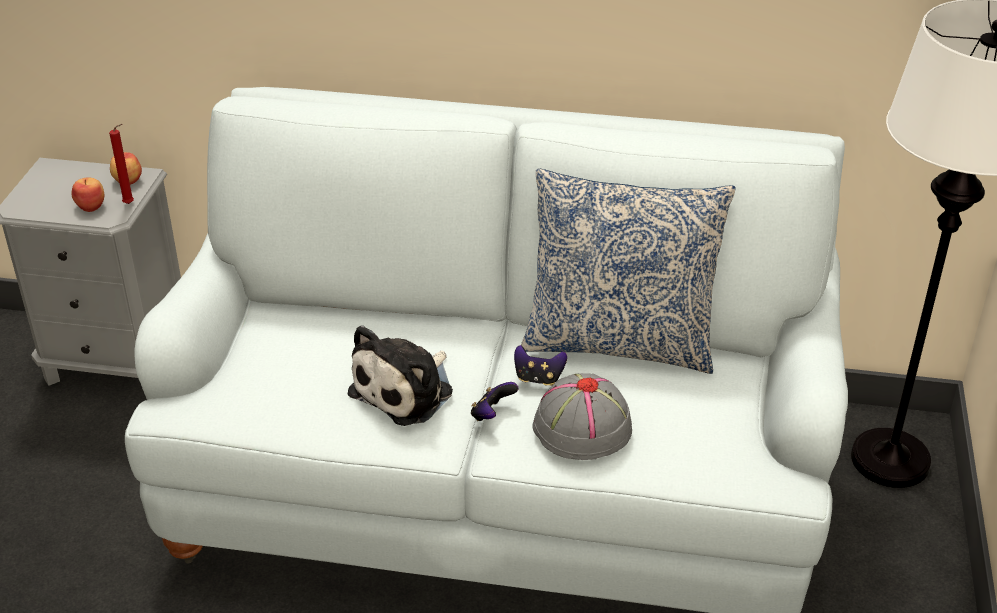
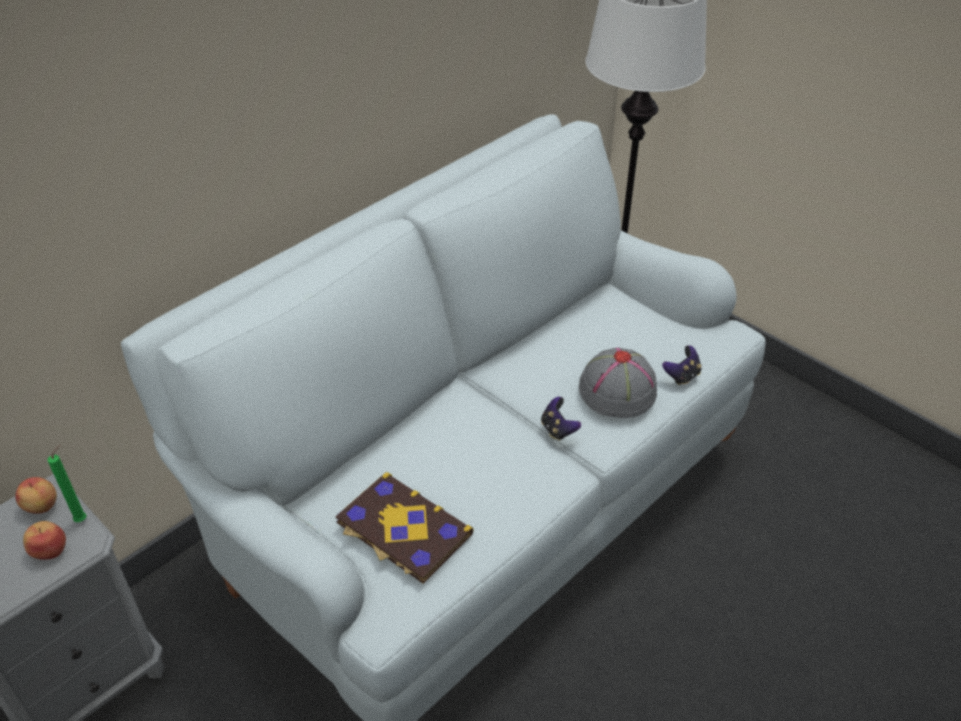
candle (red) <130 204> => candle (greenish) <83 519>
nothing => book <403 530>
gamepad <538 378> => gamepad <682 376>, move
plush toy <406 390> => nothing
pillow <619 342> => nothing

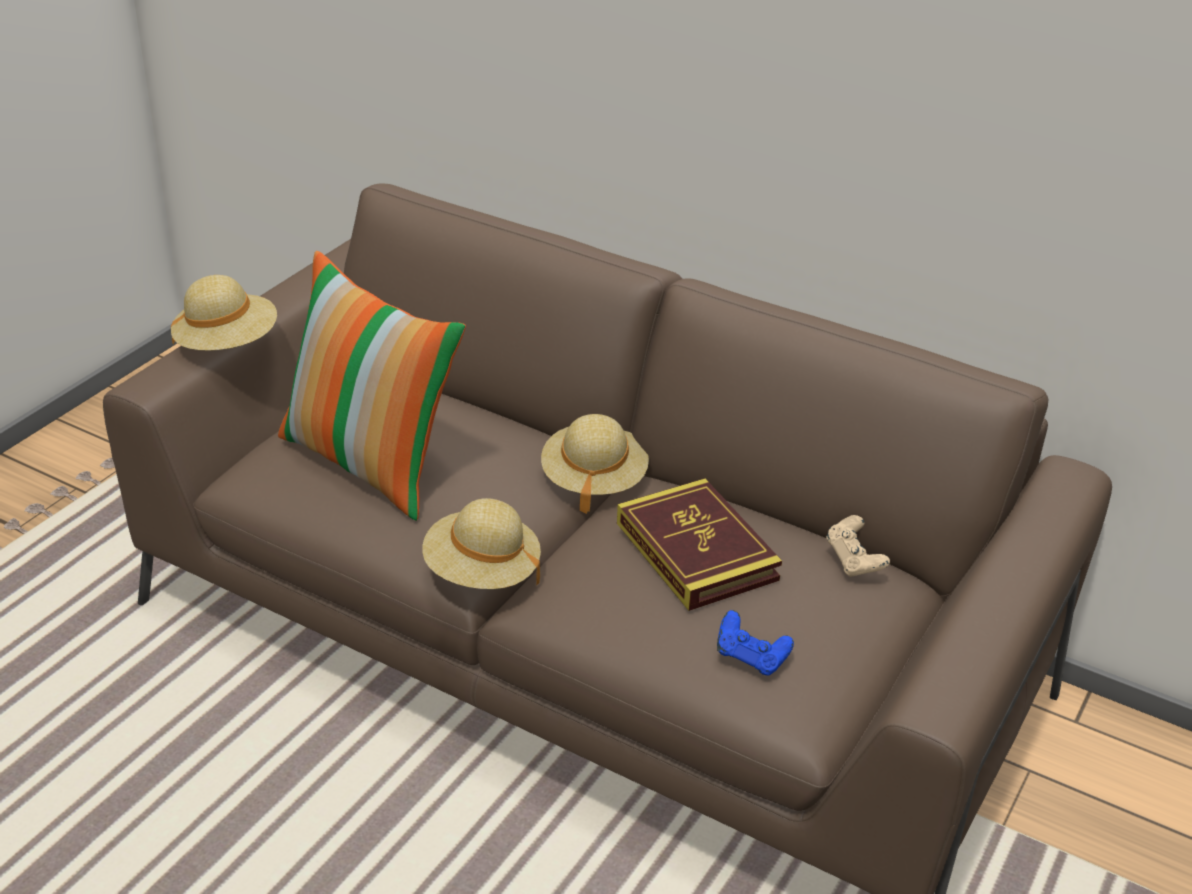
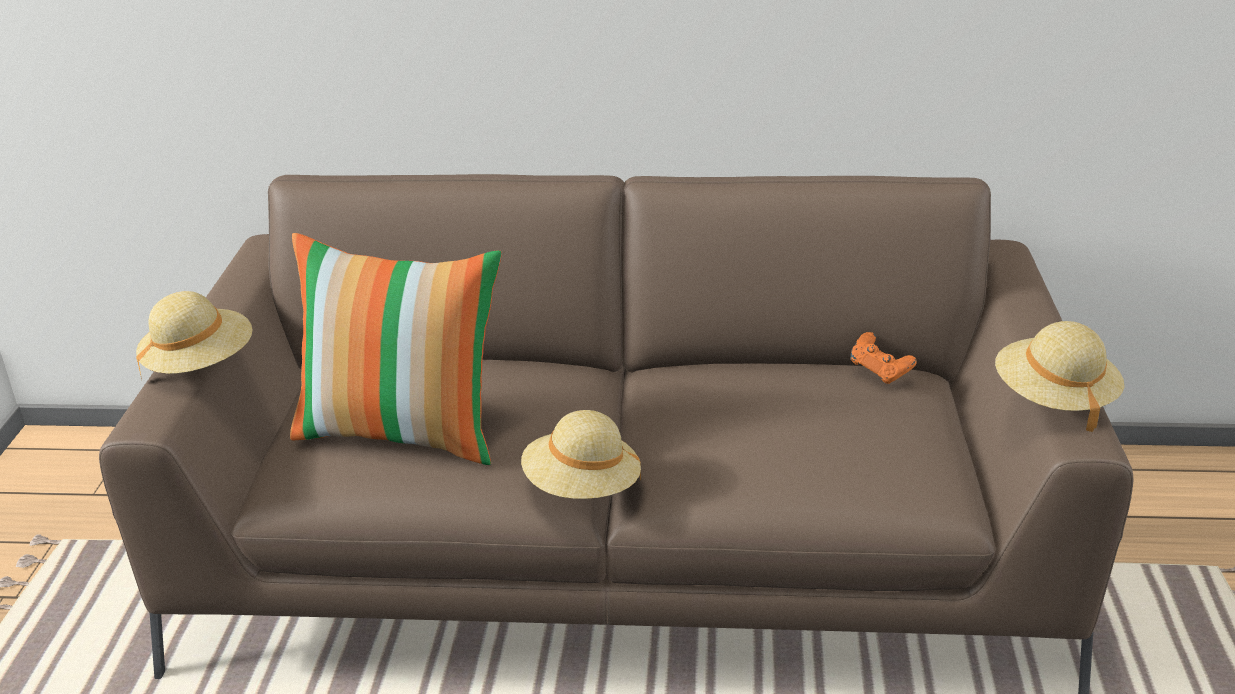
gamepad (sand-coloured) <854 561> => gamepad (orangey) <879 372>
wearable hat (sand-coloured) <593 480> => wearable hat (sand-coloured) <1053 399>, move
book <696 551> => nothing
gamepad (blue-coloured) <750 658> => nothing

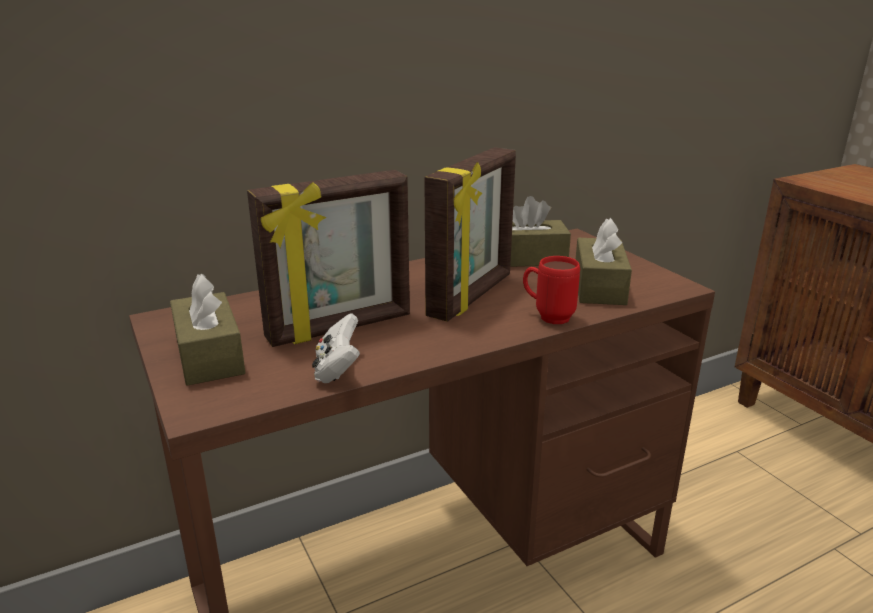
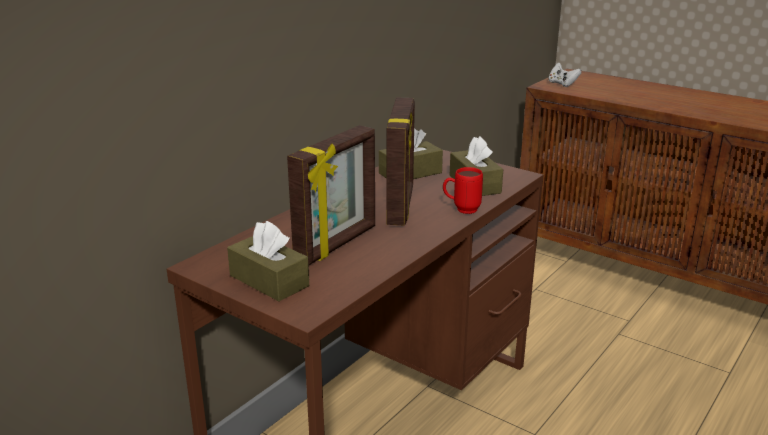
gamepad (white) <337 369> => gamepad (white) <562 84>, move

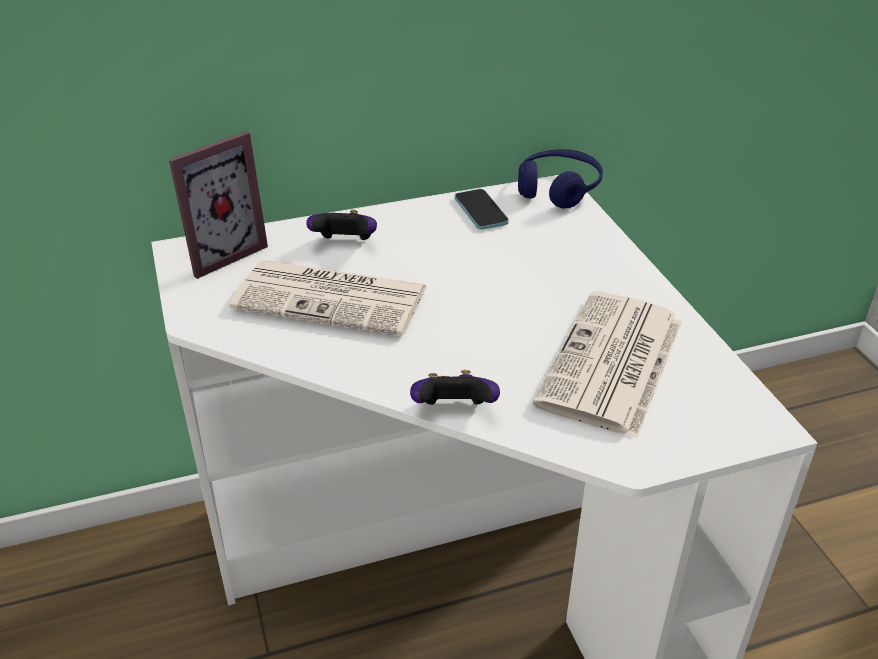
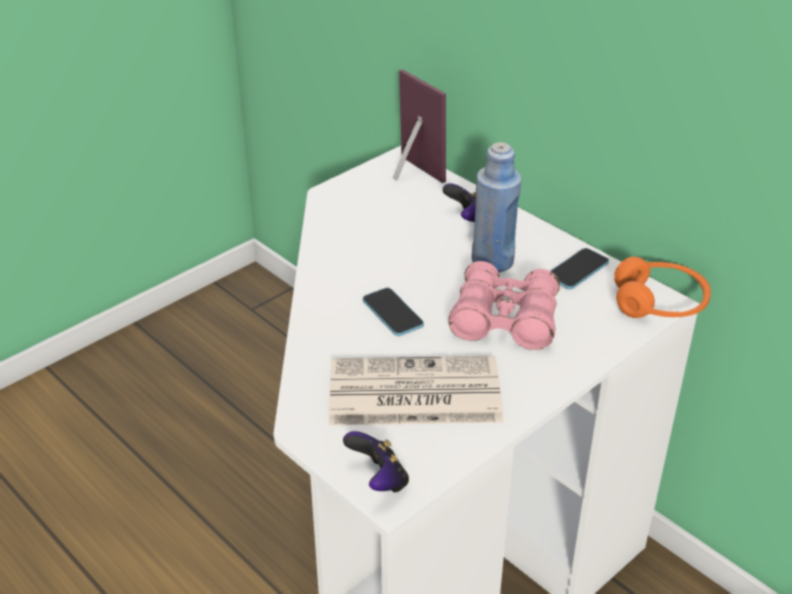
gamepad <454 411> => gamepad <378 480>, move
nothing => phone <392 313>
standing frame <219 253> => standing frame <410 174>, 150 degrees counterclockwise
nothing => field glasses (pinkish) <505 320>
nothing => drink bottle (blue-coloured) <492 261>
headphones (blue-coloured) <558 189> => headphones (orangey) <659 303>
printed paper <334 298> => nothing

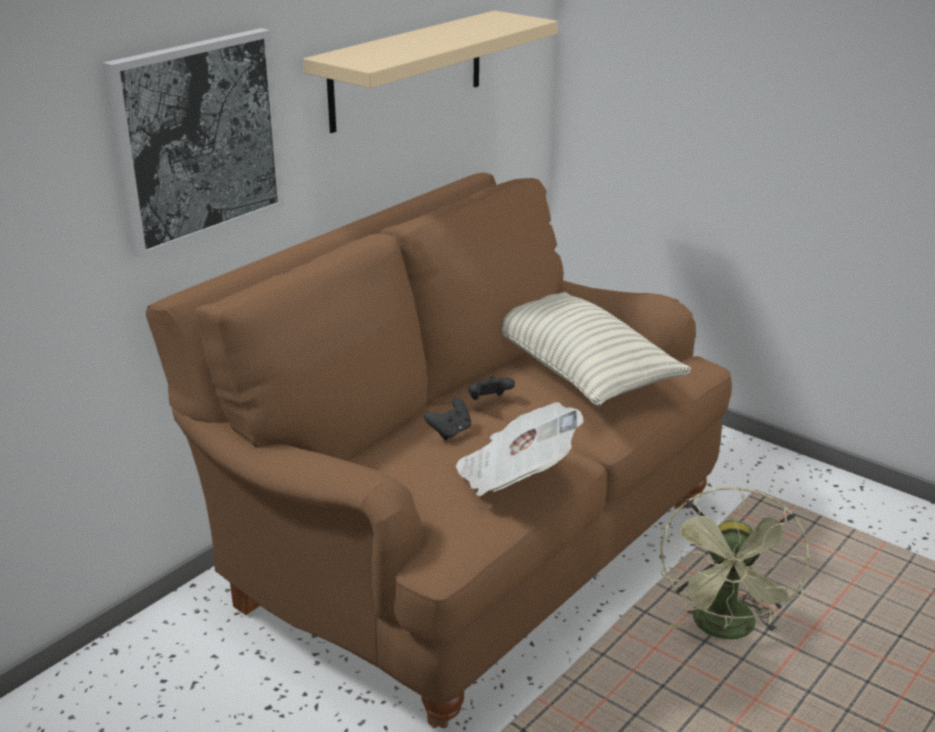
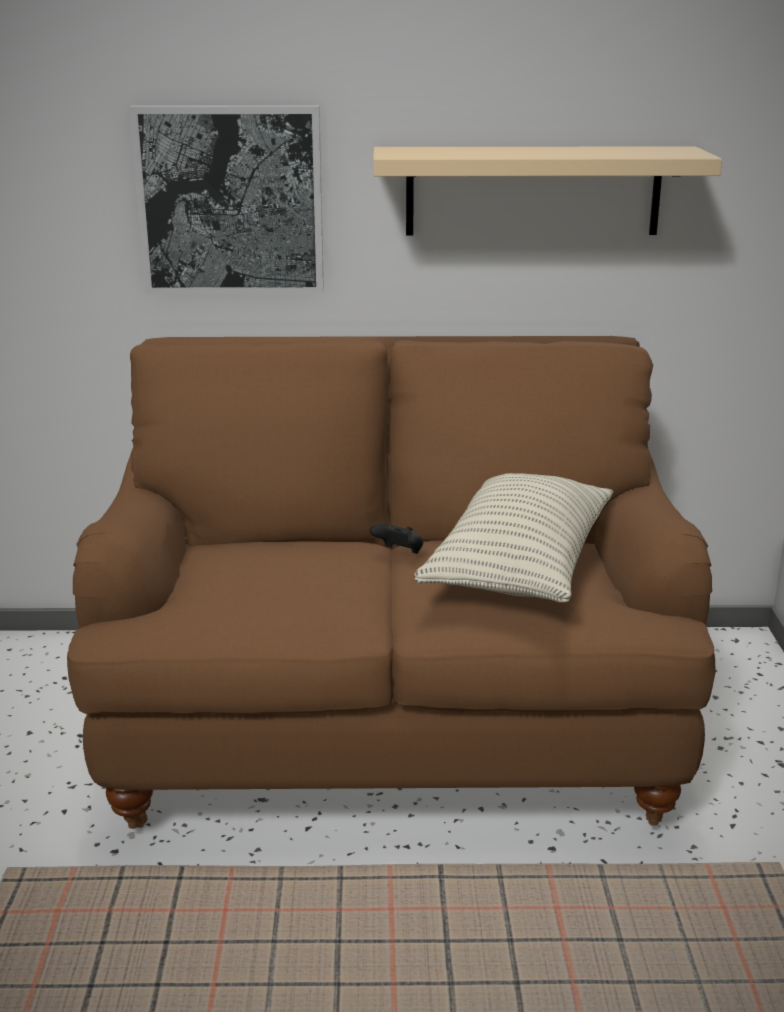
gamepad (black-coloured) <450 432> => nothing
printed paper <516 475> => nothing
fan (greenish) <726 630> => nothing

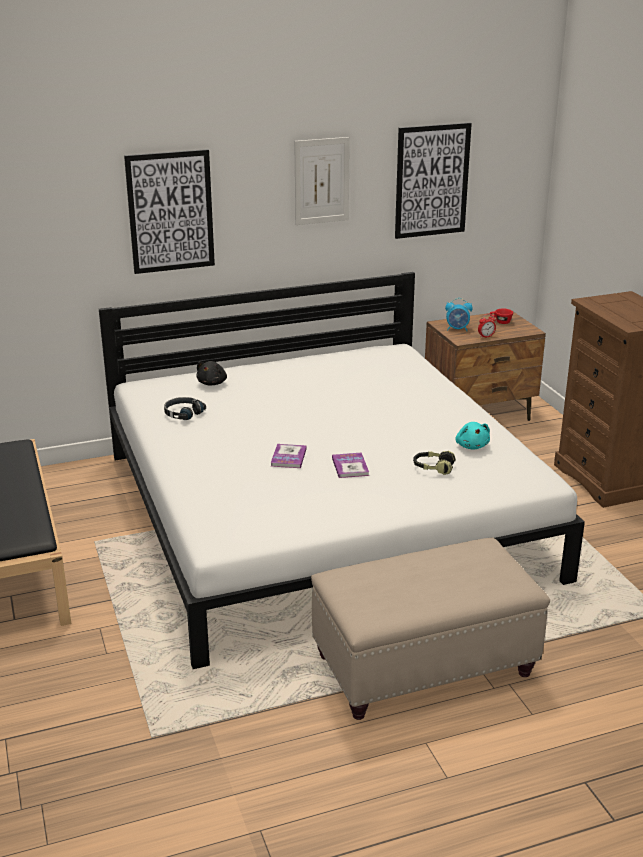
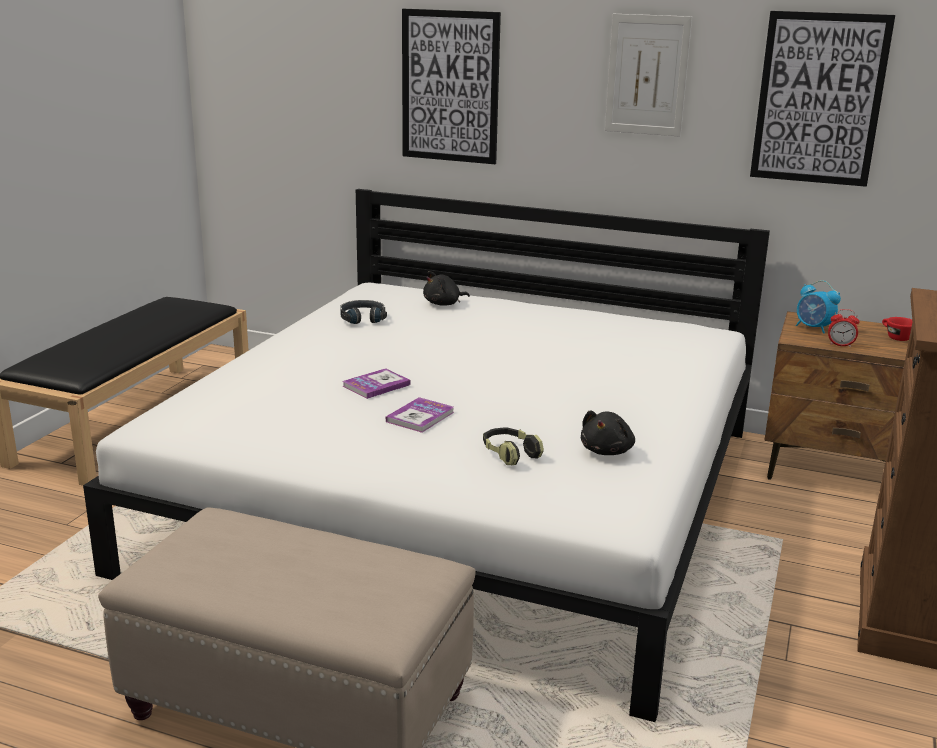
plush toy (blue-green) <471 446> => plush toy (black-coloured) <607 451>

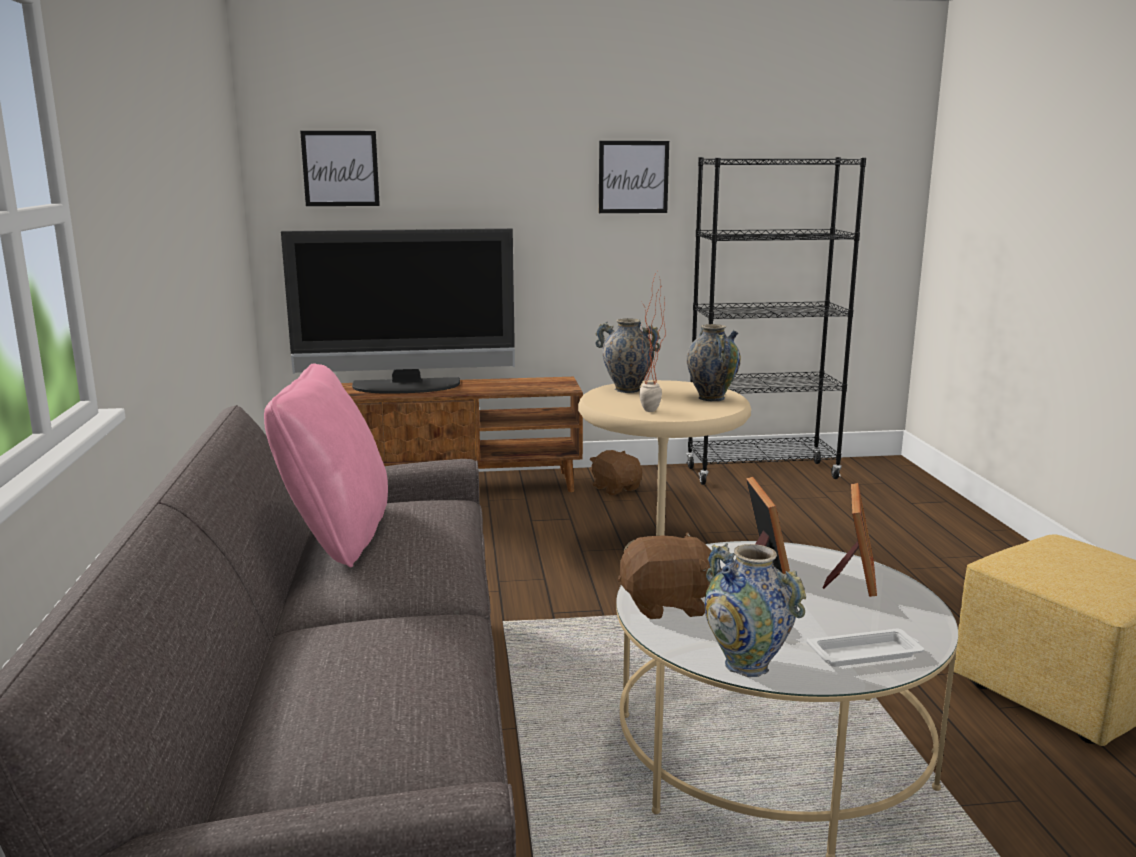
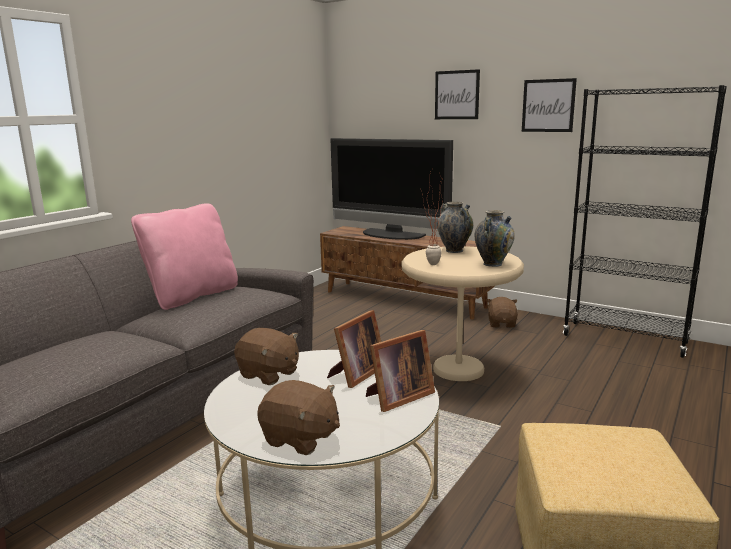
tray (white) <866 654> => plush toy (brown) <300 438>
wall art <340 168> => wall art <457 95>, move
flower vase <747 665> => nothing

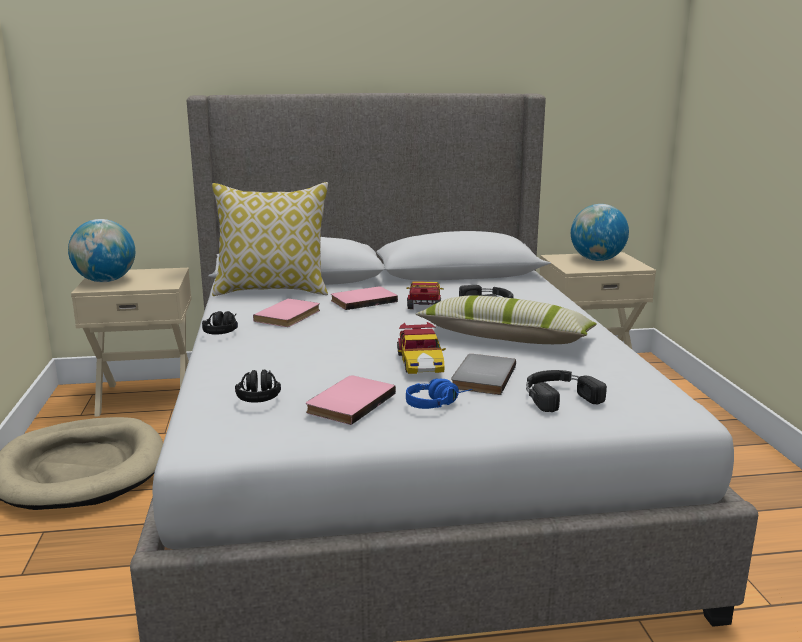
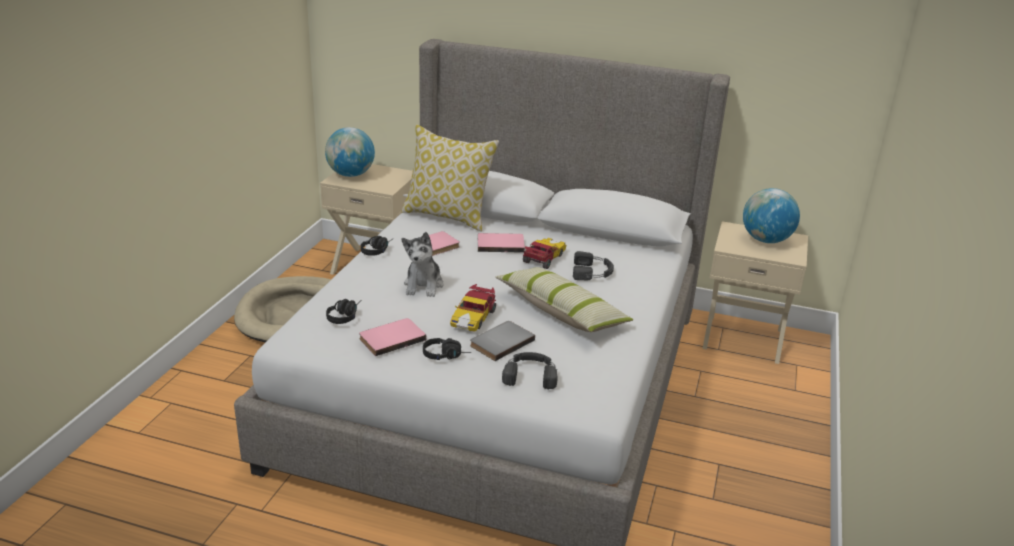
nothing => plush toy <423 285>
headphones (blue-coloured) <438 403> => headphones (black-coloured) <446 355>

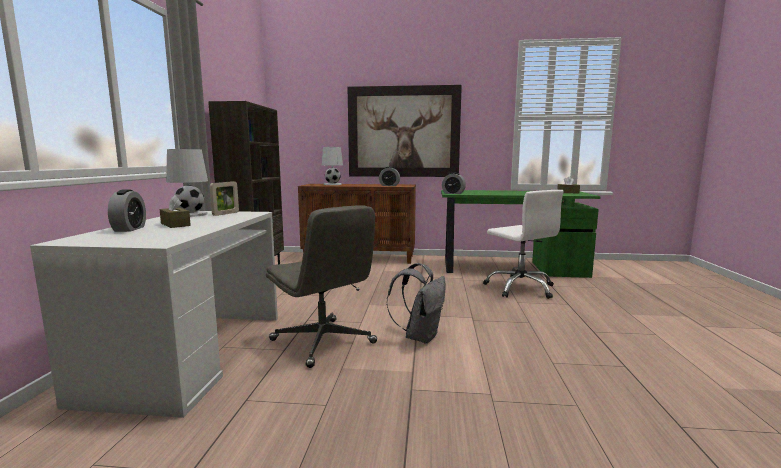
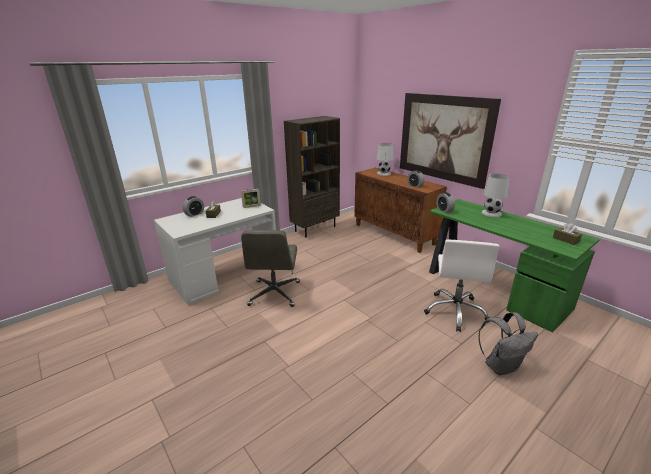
rucksack (greyish) <420 336> => rucksack (greyish) <501 366>, move
lamp for a table (white) <191 214> => lamp for a table (white) <491 213>, move

